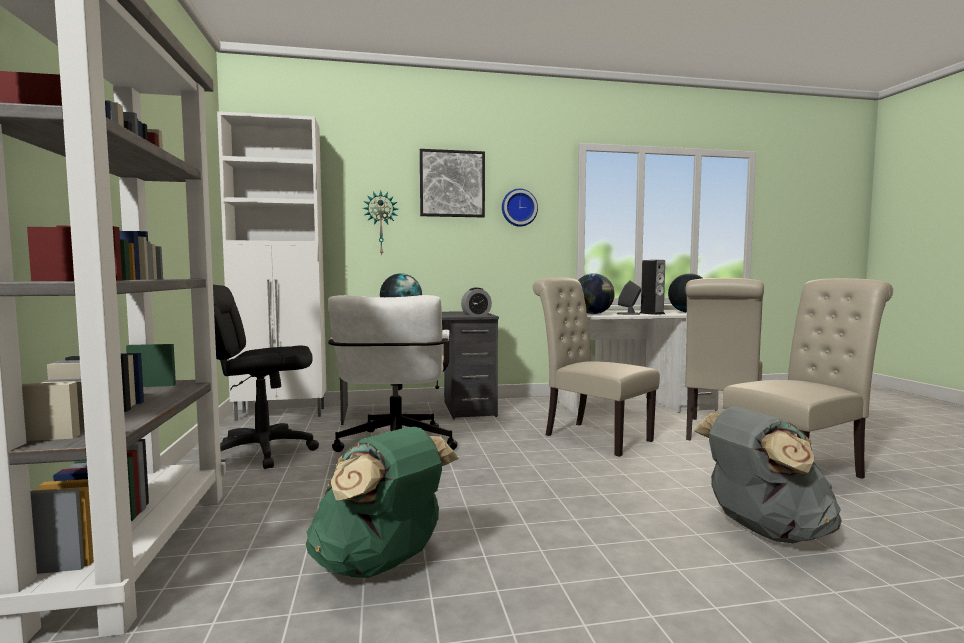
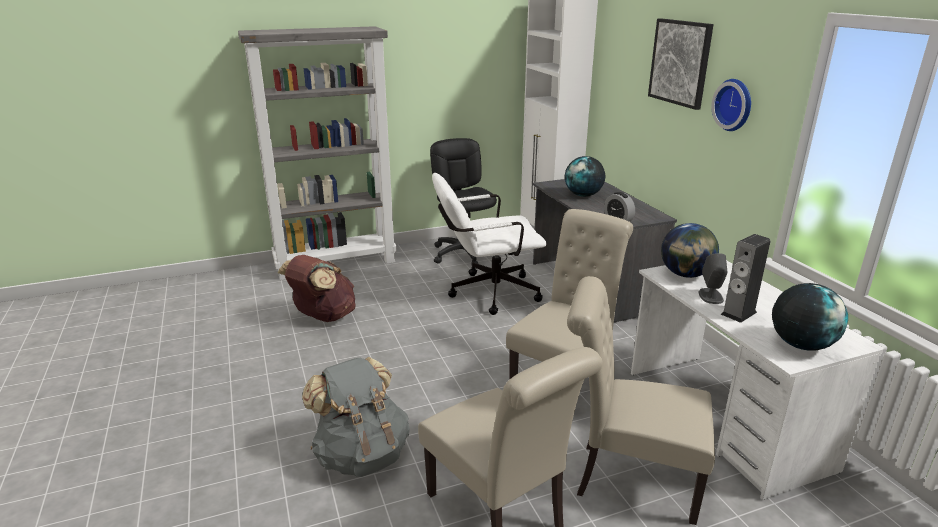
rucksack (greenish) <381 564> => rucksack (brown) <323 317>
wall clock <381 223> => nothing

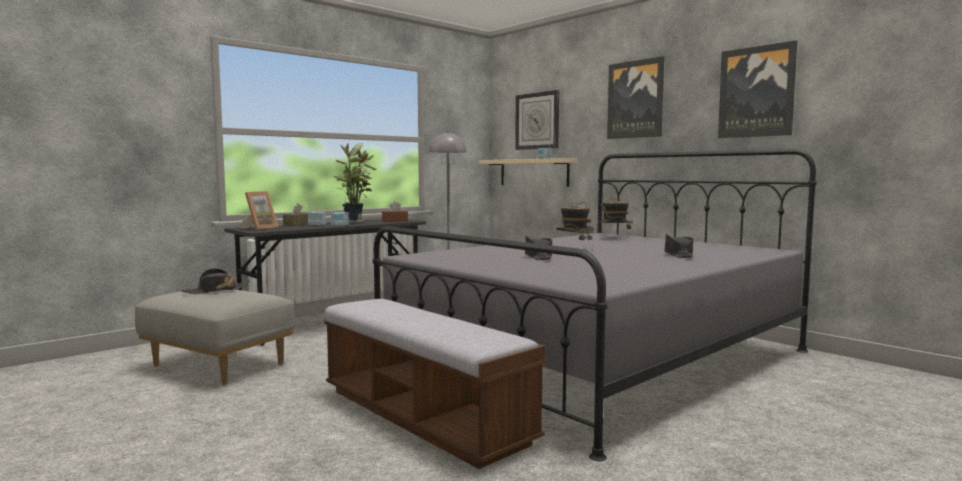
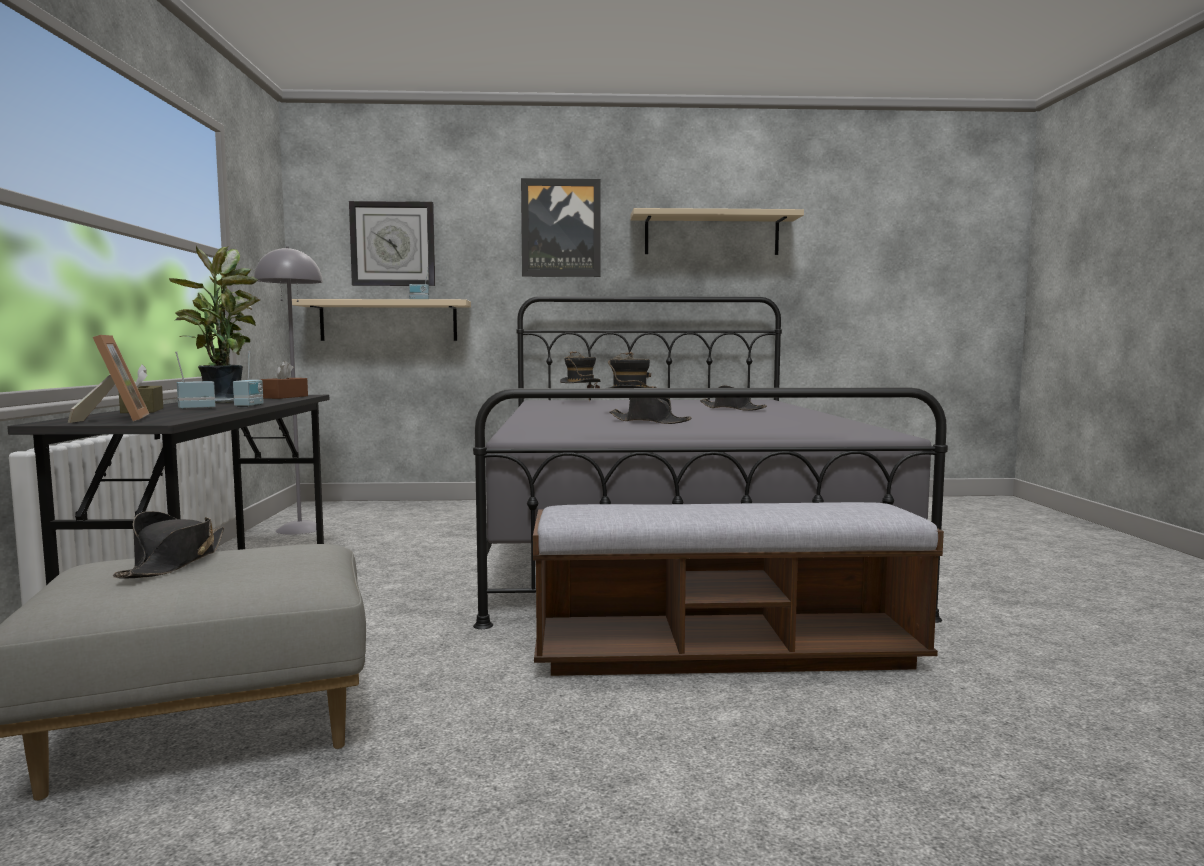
wall art <756 92> => shelf (sand-coloured) <711 234>

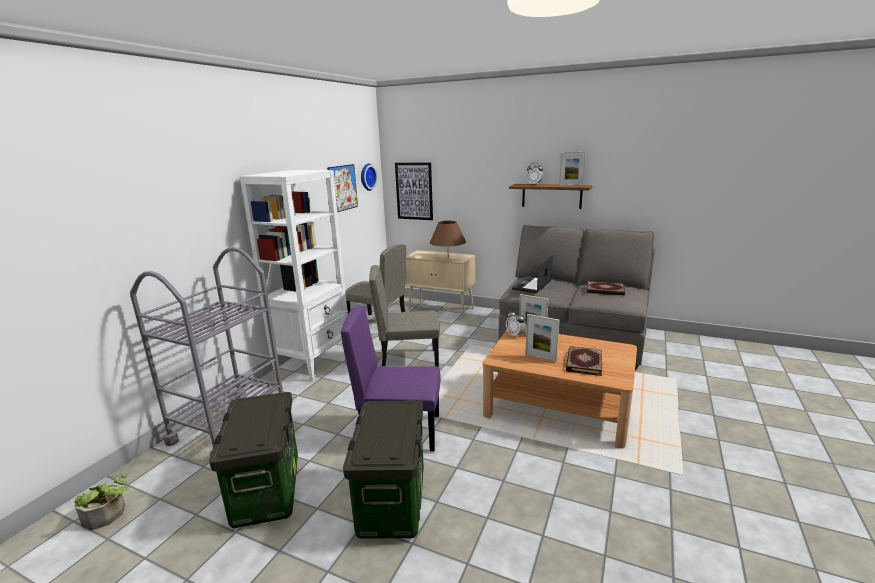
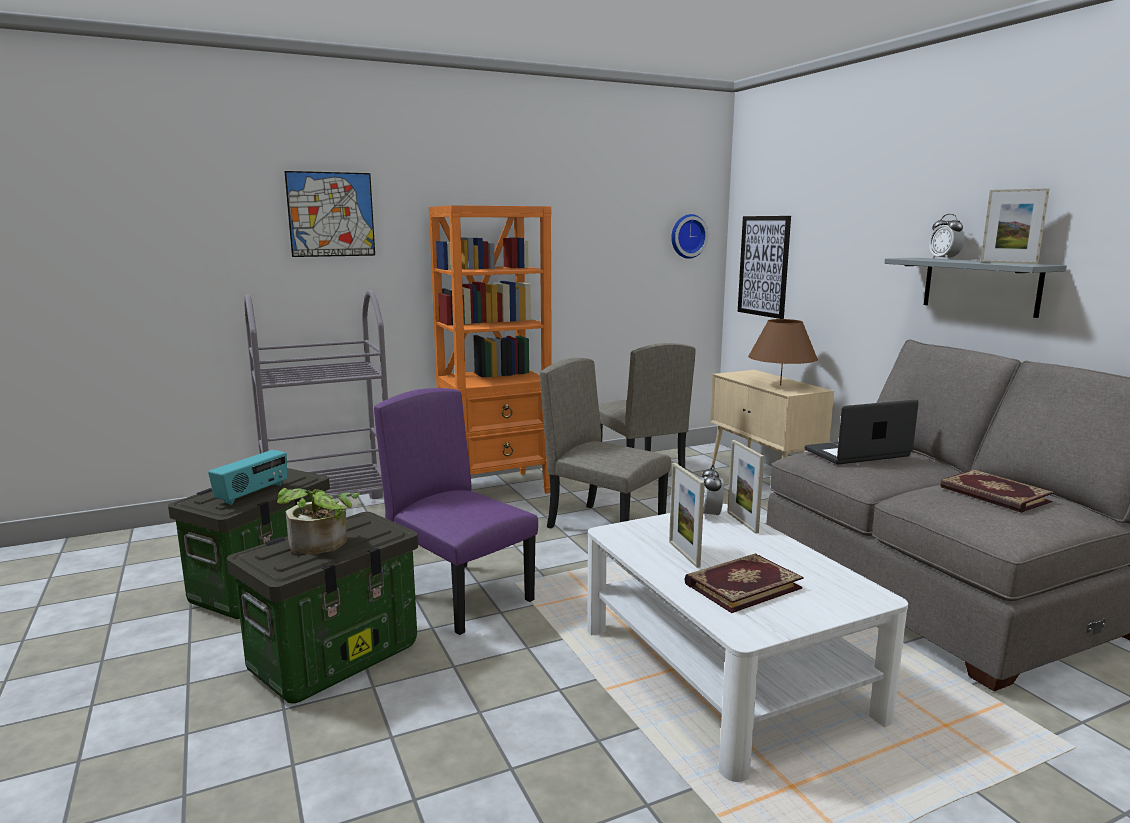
nothing => radio receiver <253 493>
potted plant <108 516> => potted plant <320 545>, move
wall art <342 188> => wall art <331 214>, move
bookshelf (white) <314 362> => bookshelf (orangey) <496 488>
coffee table (brown) <558 406> => coffee table (white) <725 670>
shelf (brown) <551 196> => shelf (greyish) <980 286>

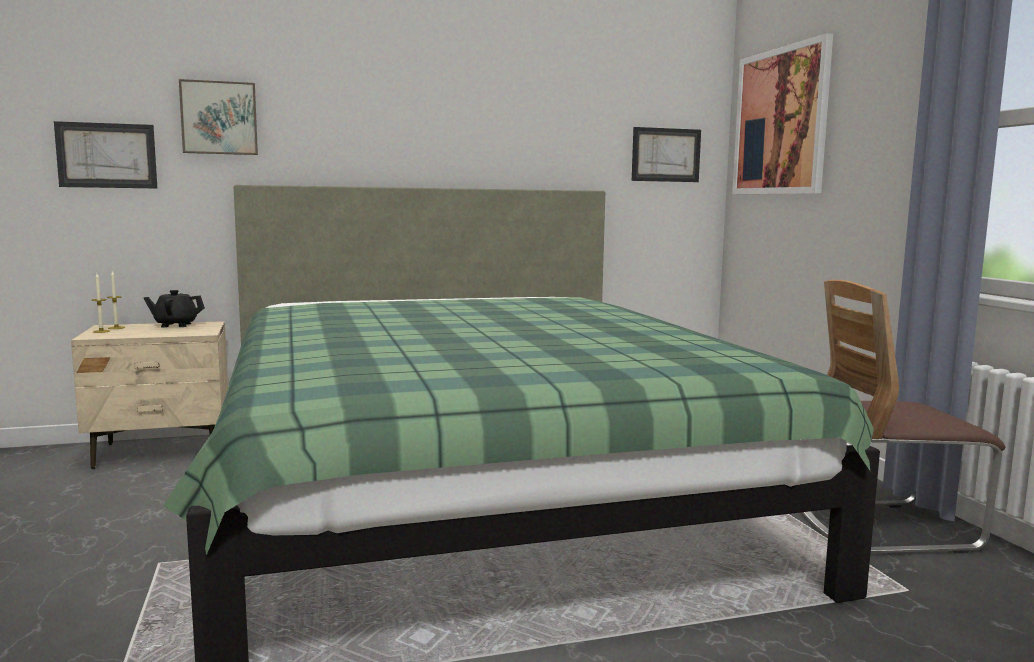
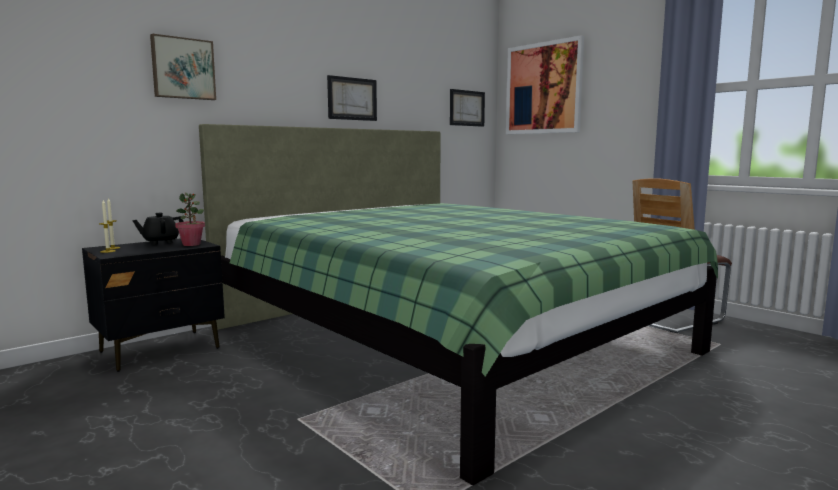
bedside table (sand-coloured) <162 452> => bedside table (black-coloured) <161 350>
nothing => potted plant <191 244>
wall art <107 155> => wall art <352 99>, move

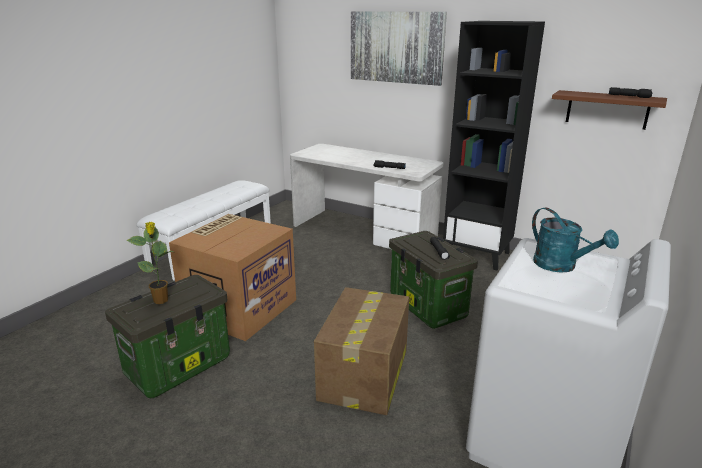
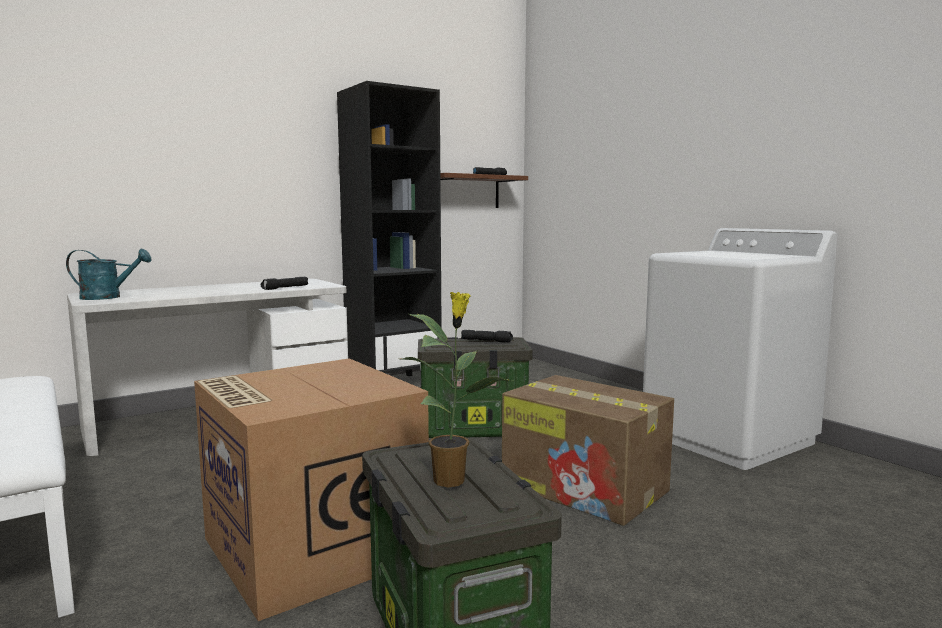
sprinkling can (blue-green) <561 266> => sprinkling can (blue-green) <108 297>, move
wall art <396 47> => nothing

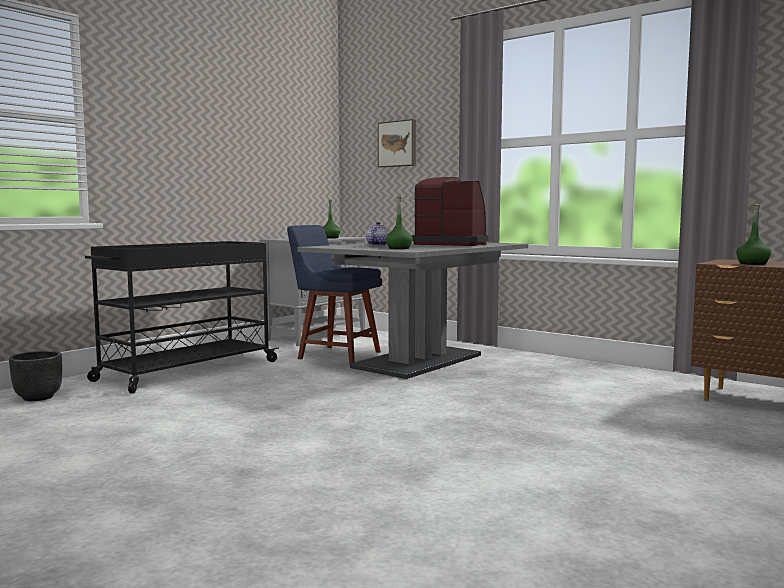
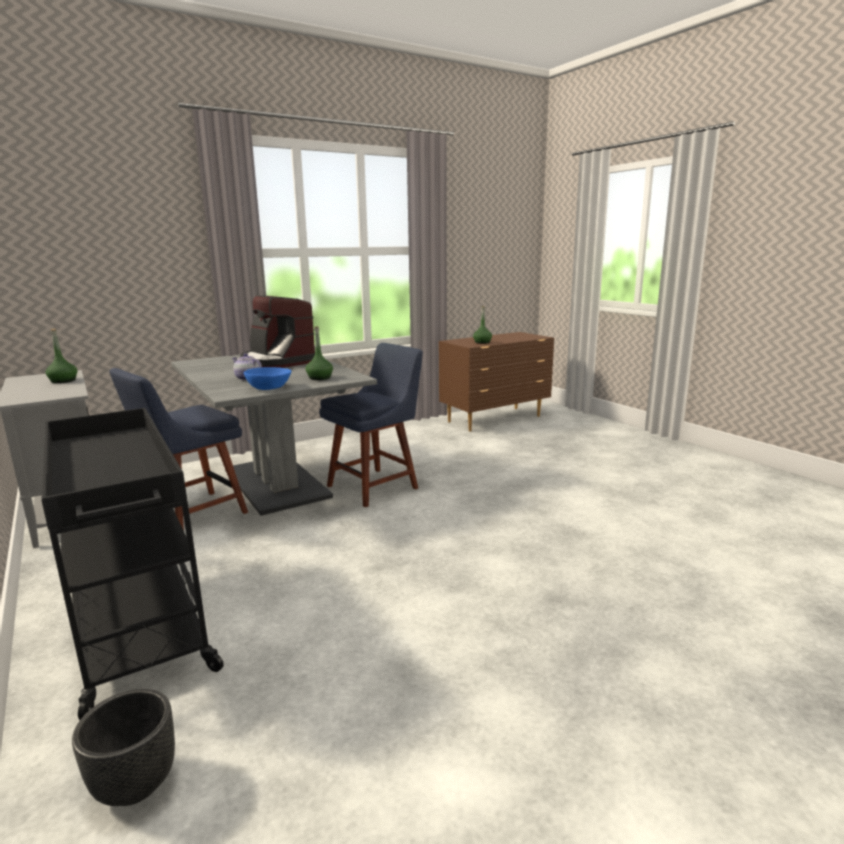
coffee maker <451 244> => coffee maker <277 362>, 90 degrees counterclockwise
nothing => deep dish (blue-coloured) <269 388>
nothing => plain chair (blue-coloured) <376 486>
wall art <398 144> => nothing

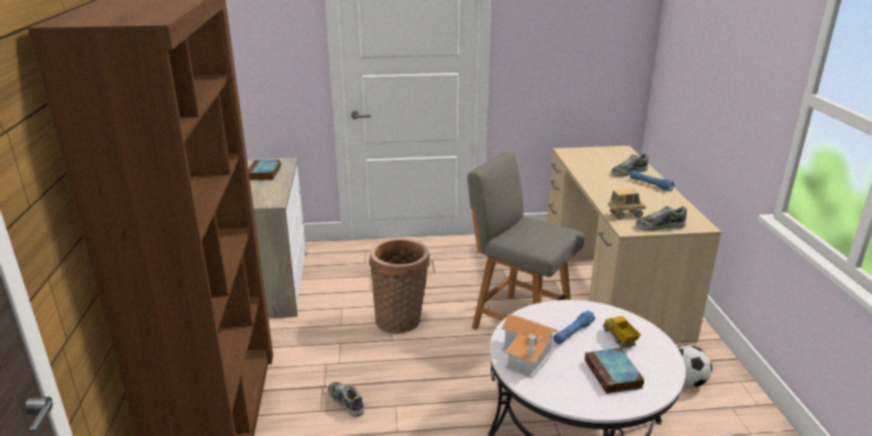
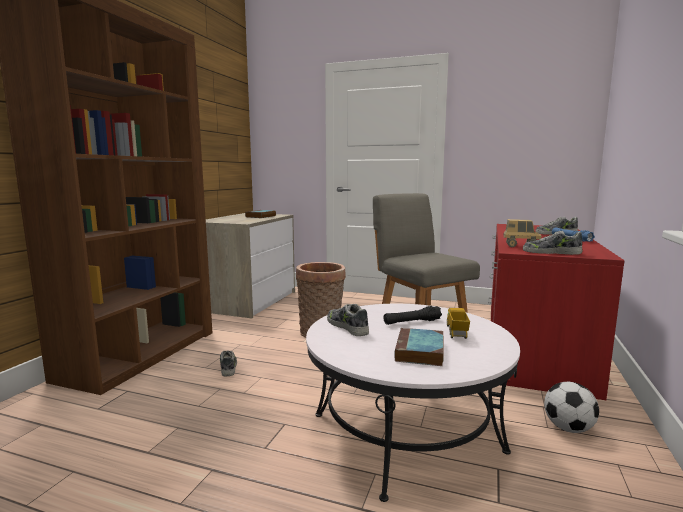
miniature house <527 356> => shoe <347 327>
flashlight (blue-coloured) <573 333> => flashlight (black-coloured) <412 322>
desk unit (sand-coloured) <610 284> => desk unit (red) <533 343>

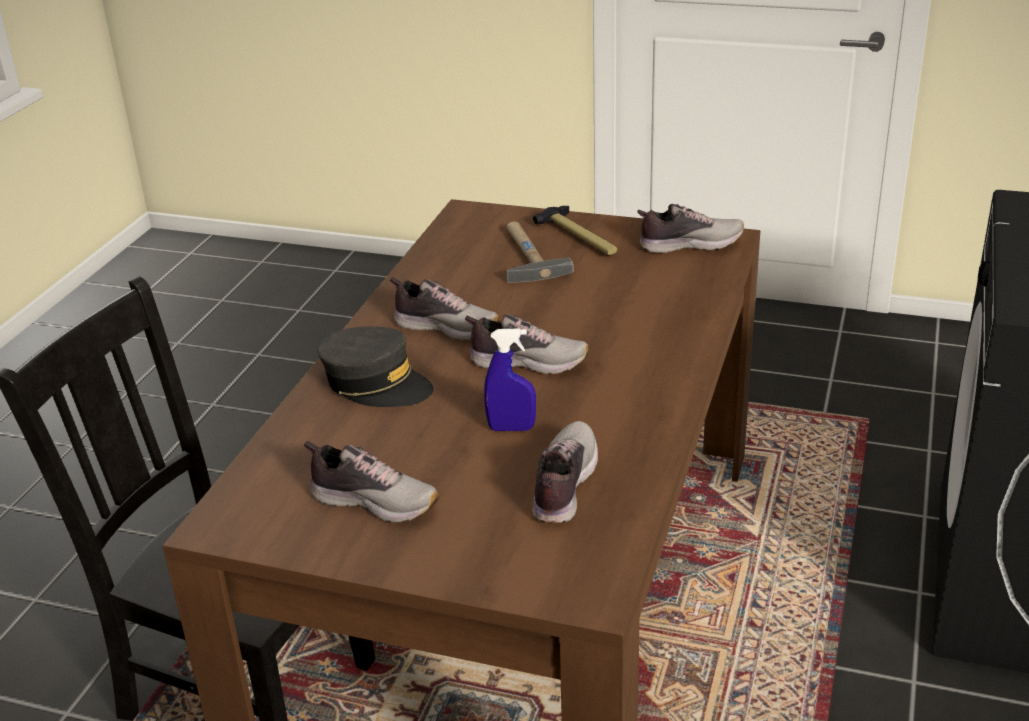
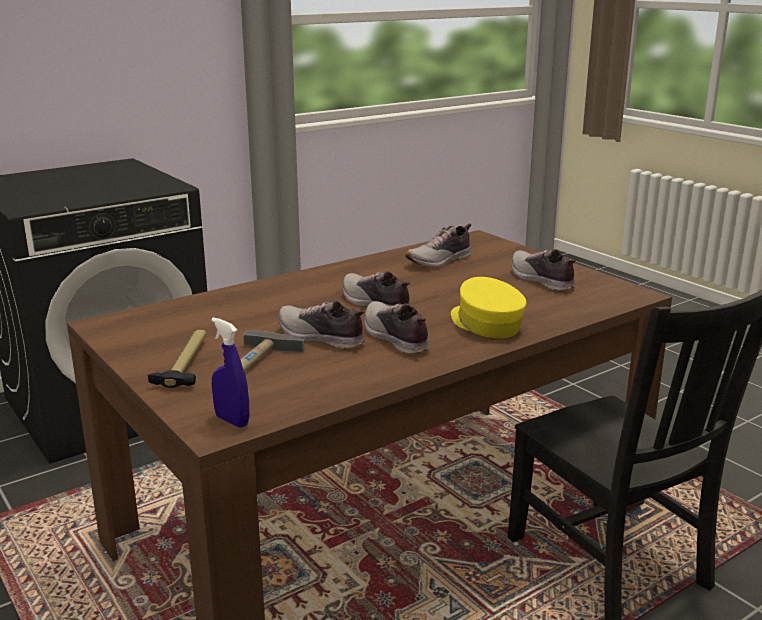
sprayer (blue-coloured) <511 428> => sprayer (blue-coloured) <232 421>, move
shoe <689 244> => shoe <320 338>, move
cap (greyish) <376 384> => cap (yellow) <485 323>

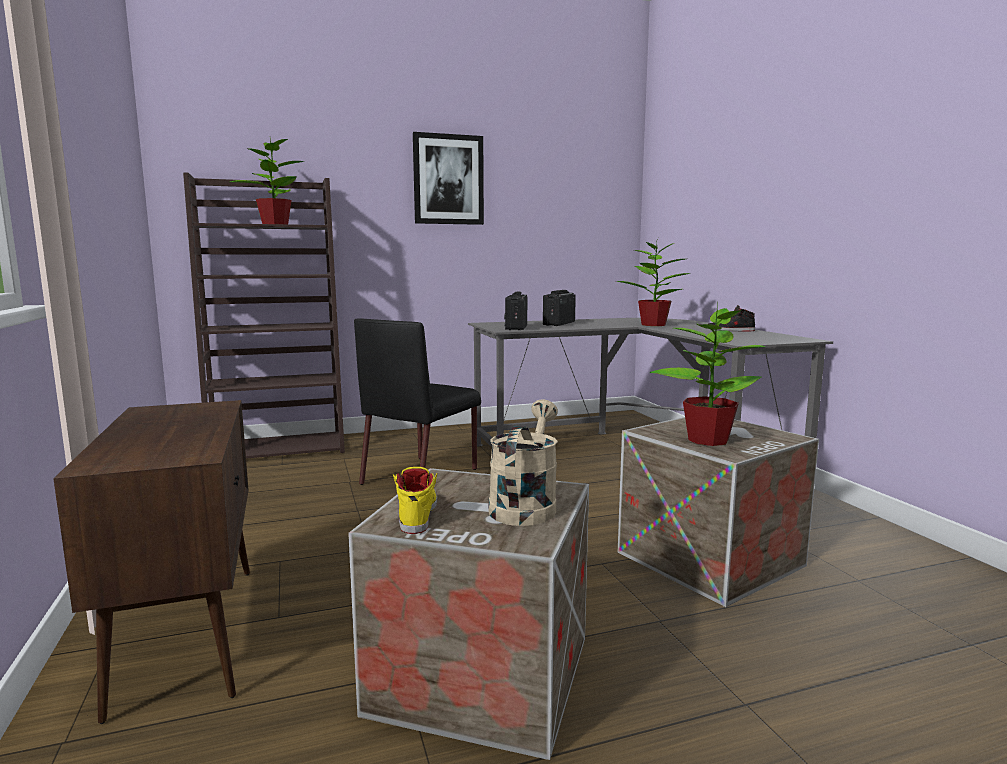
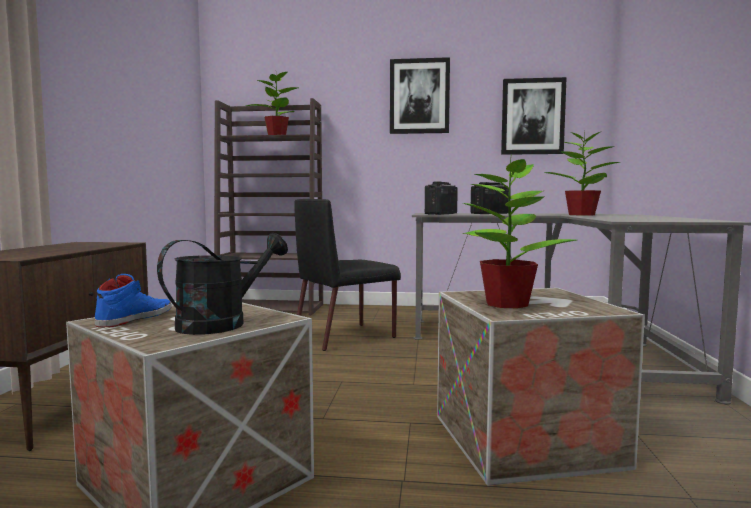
shoe (yellow) <417 514> => shoe (blue-coloured) <134 318>
sprinkling can (sand-coloured) <525 505> => sprinkling can (black-coloured) <222 323>
nothing => wall art <532 116>
shoe (black-coloured) <730 330> => nothing

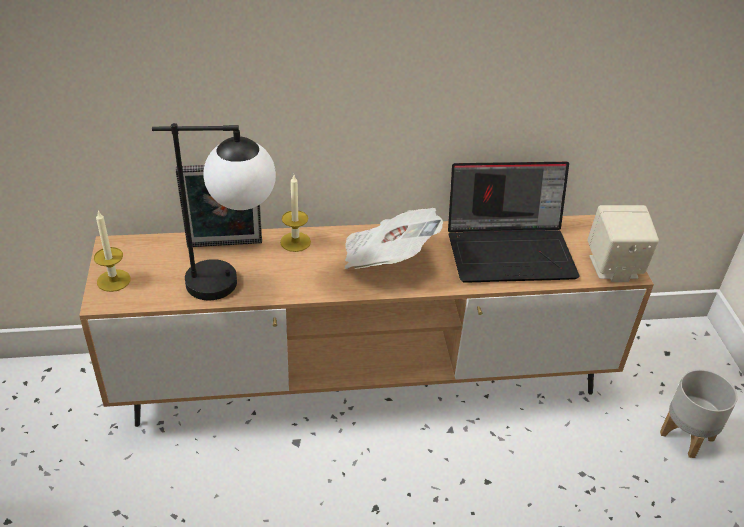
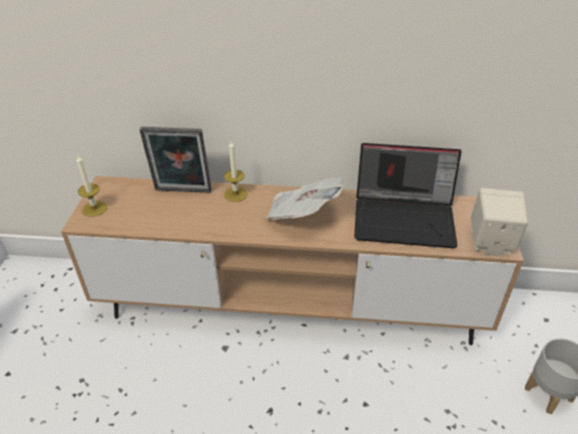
lamp for a table <233 282> => nothing

